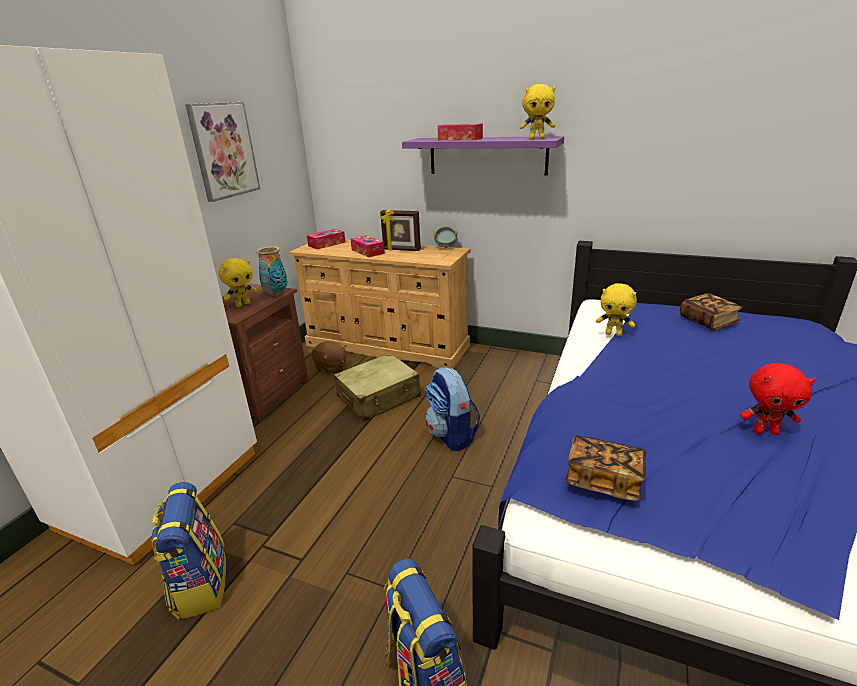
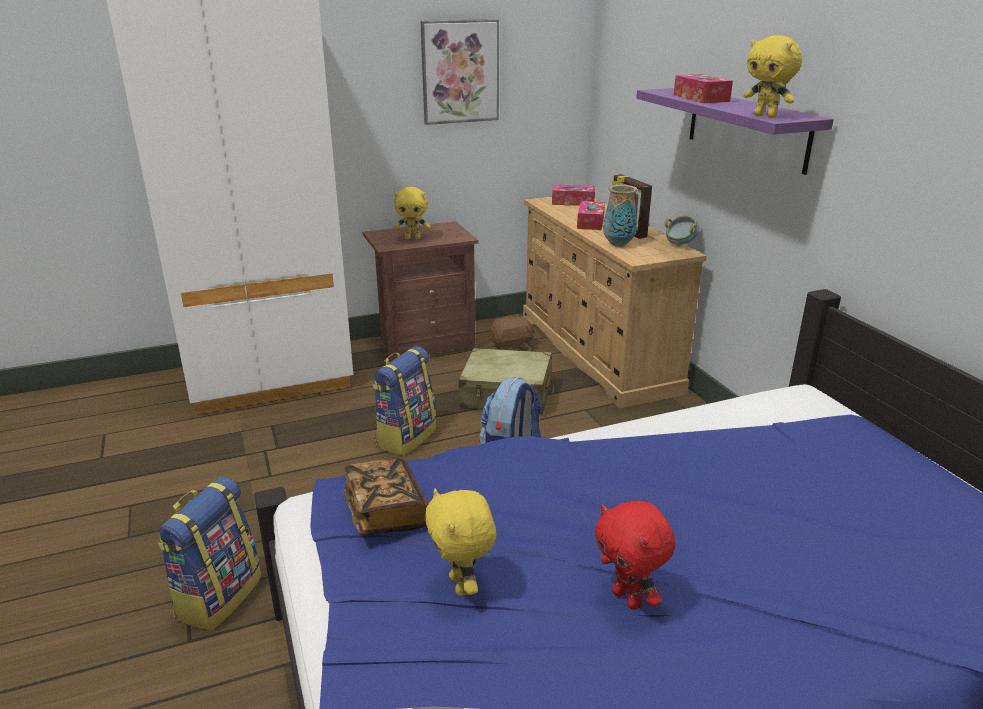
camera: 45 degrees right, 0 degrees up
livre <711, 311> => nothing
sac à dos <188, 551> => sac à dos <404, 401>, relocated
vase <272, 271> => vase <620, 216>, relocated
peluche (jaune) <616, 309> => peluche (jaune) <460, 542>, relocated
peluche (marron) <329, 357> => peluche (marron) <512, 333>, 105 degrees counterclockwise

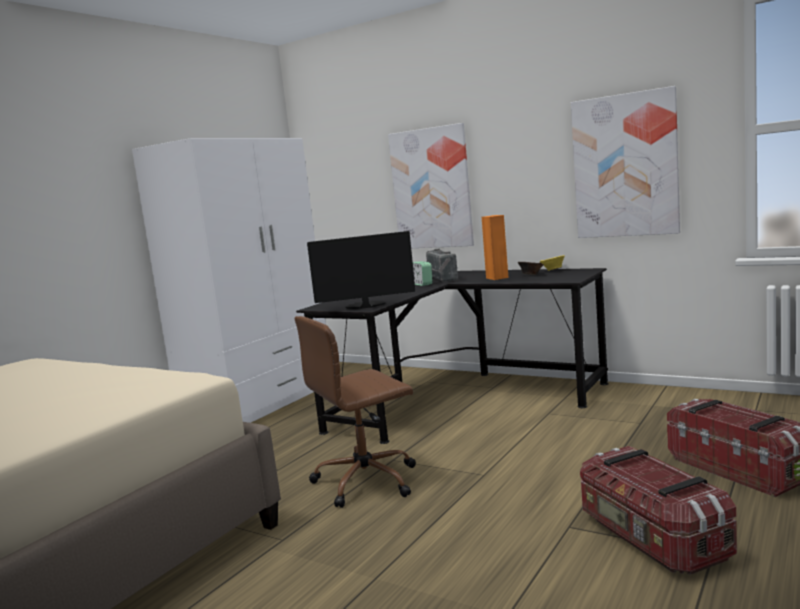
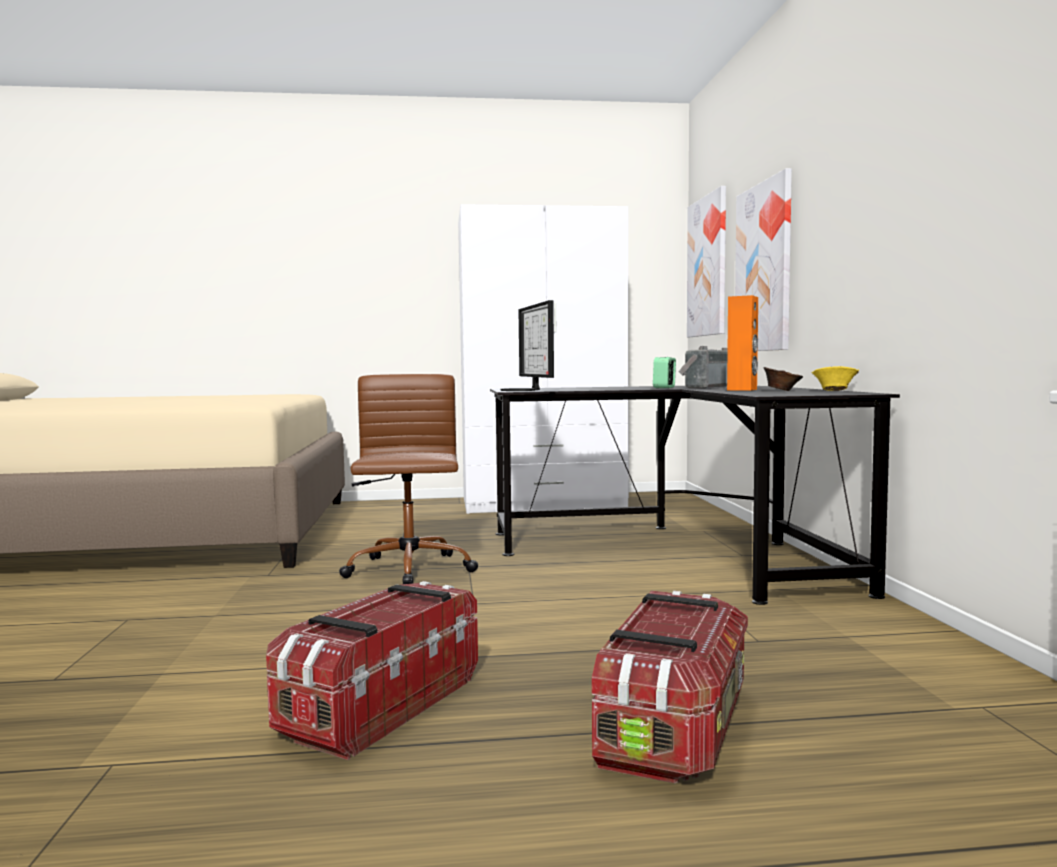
camera: 50 degrees right, 5 degrees down
tableau <625, 162> => tableau <706, 261>, relocated
chaise de bureau (marron) <355, 412> => chaise de bureau (marron) <408, 479>, 60 degrees clockwise
écran d'ordinateur <361, 270> => écran d'ordinateur <527, 345>, 150 degrees counterclockwise

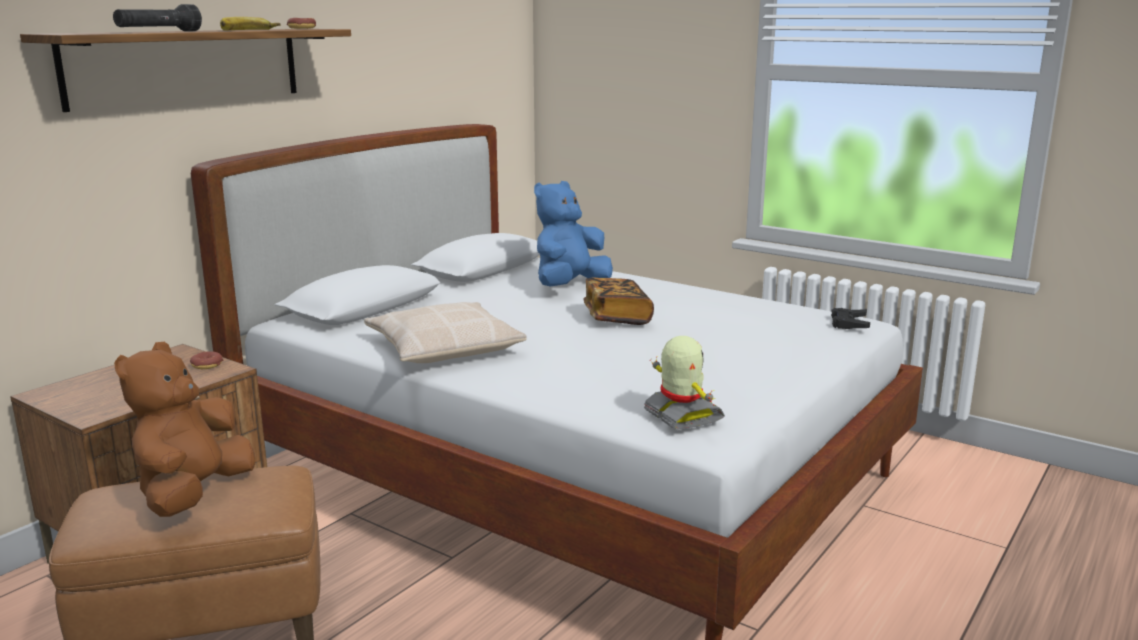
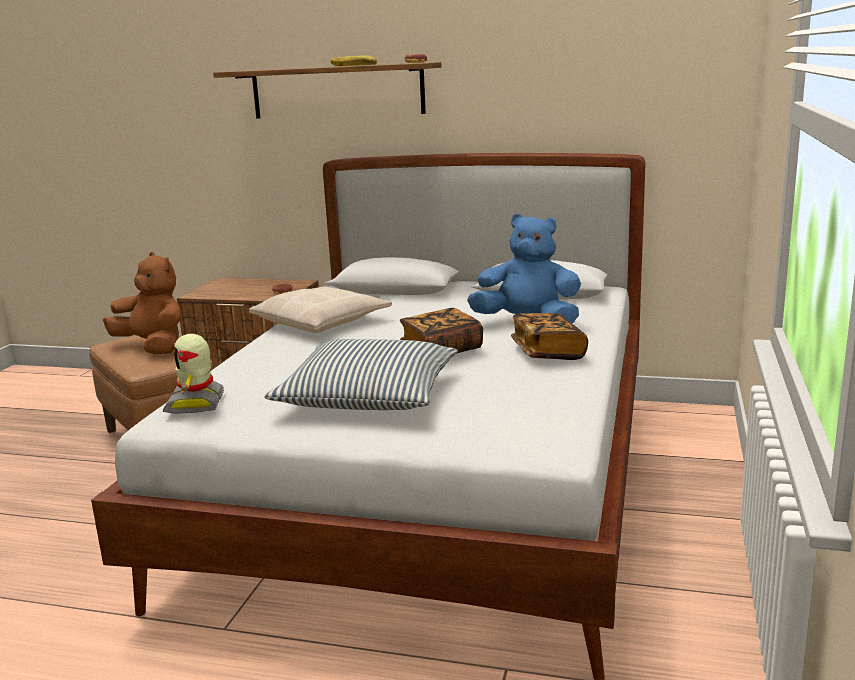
camera: 70 degrees right, 0 degrees up
lampe de poche (noir) <157, 17> => nothing
manette (noir) <850, 318> => nothing
nothing => coussin <361, 374>
nothing => livre <549, 336>
peluche (marron) <184, 429> => peluche (marron) <142, 303>, 45 degrees clockwise
robot jouet <684, 383> => robot jouet <193, 374>, 135 degrees clockwise

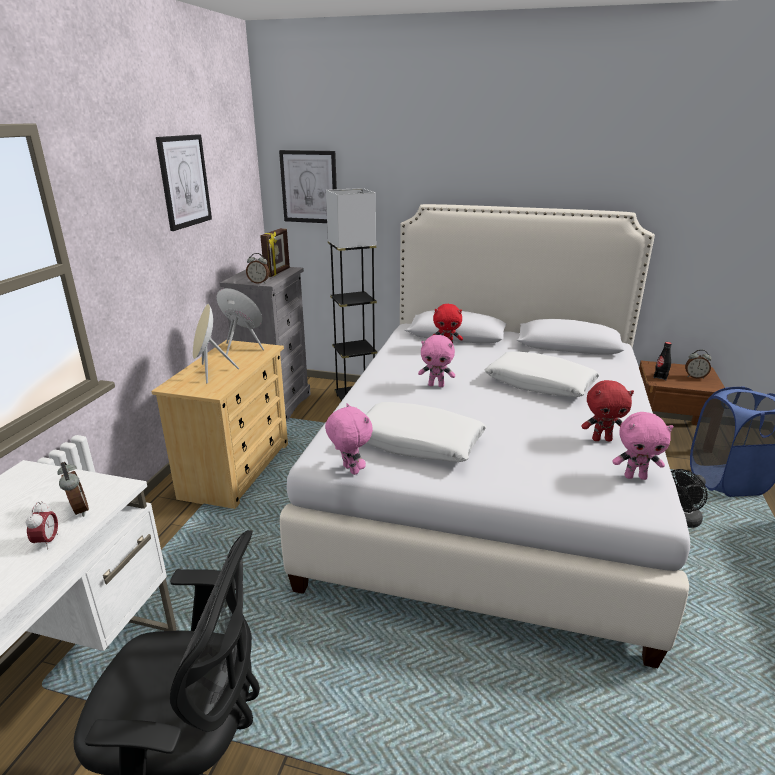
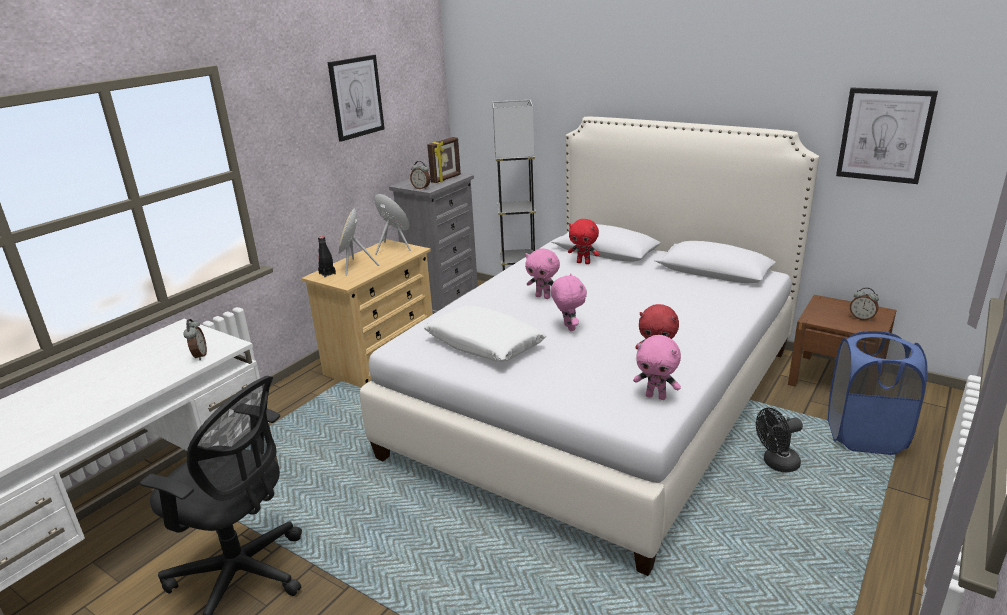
camera: 20 degrees right, 0 degrees up
réveil <42, 525> => nothing
coussin (blanc) <542, 374> => nothing
tableau <308, 186> => tableau <887, 135>, relocated
peluche (rose) <349, 439> => peluche (rose) <569, 302>, relocated
bouteille (noir) <662, 361> => bouteille (noir) <327, 256>, relocated

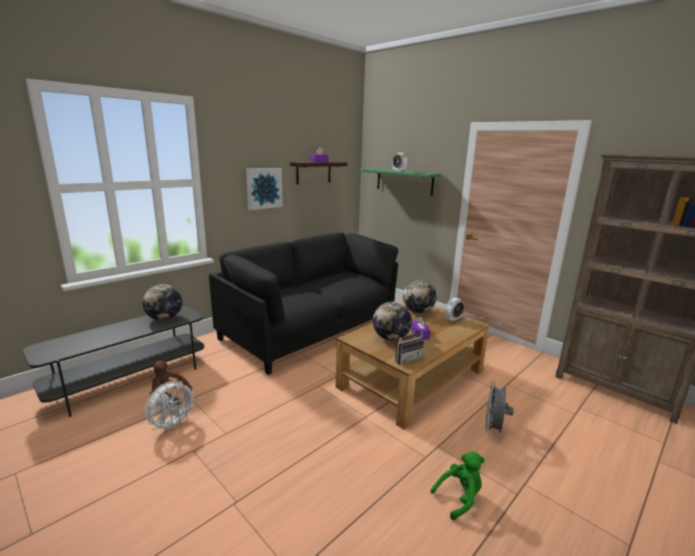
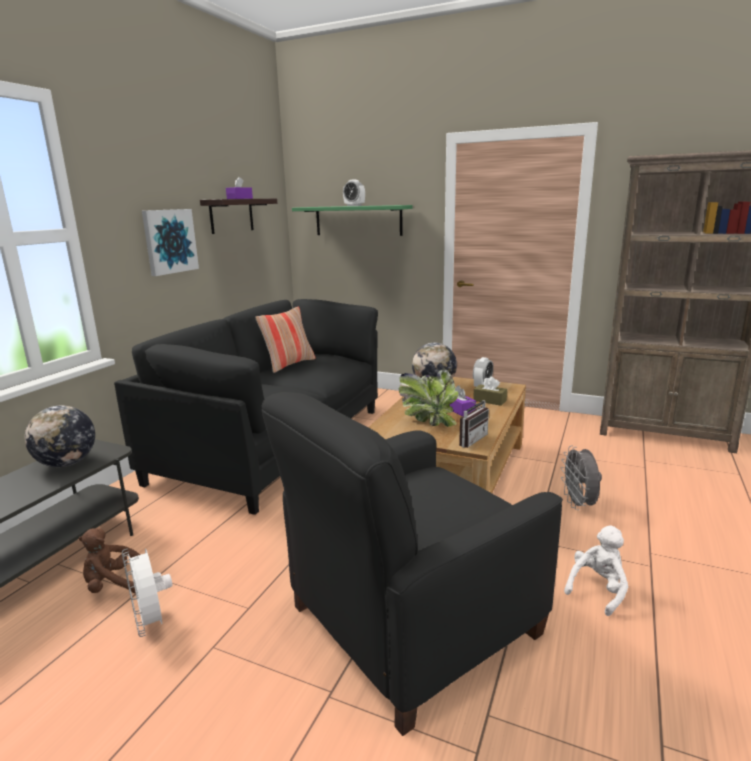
camera: 20 degrees left, 0 degrees up
nothing => coussin <285, 340>
nothing => fauteuil (noir) <412, 564>
nothing => boîte à mouchoirs (marron) <490, 391>
globe <392, 321> => plante en pot <429, 398>
peluche (vert) <458, 486> => peluche (blanc) <596, 570>
ventilateur (blanc) <171, 407> => ventilateur (blanc) <147, 592>, 135 degrees clockwise

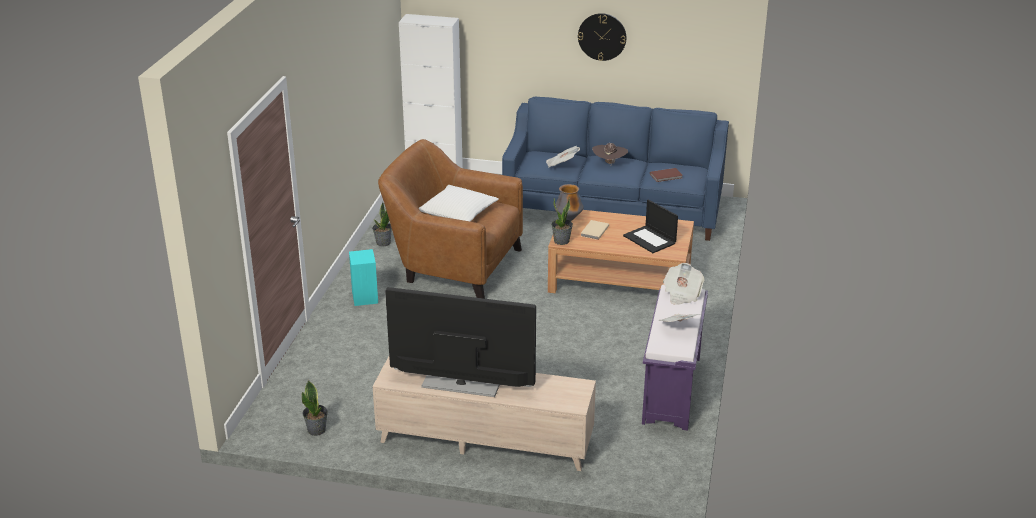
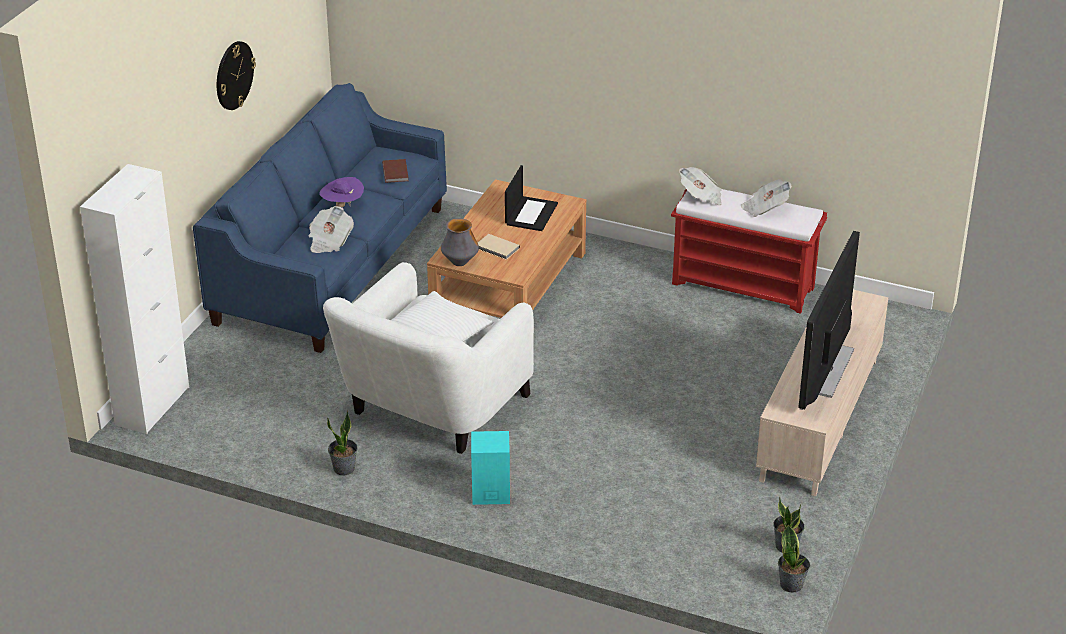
camera: 80 degrees left, 5 degrees up
plante en pot <562, 220> => plante en pot <794, 559>, relocated
fauteuil (marron) <450, 219> => fauteuil (blanc) <428, 358>
chapeau (marron) <610, 154> => chapeau (violet) <341, 192>
banc (violet) <675, 358> => banc (rouge) <749, 251>
ordinateur portable <650, 226> => ordinateur portable <531, 198>, 45 degrees counterclockwise

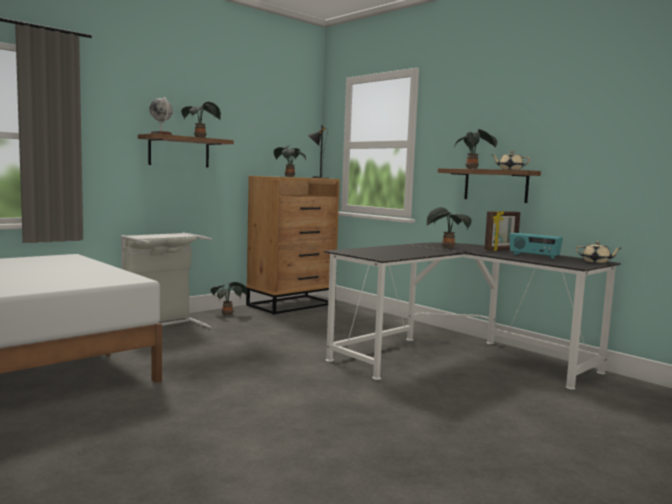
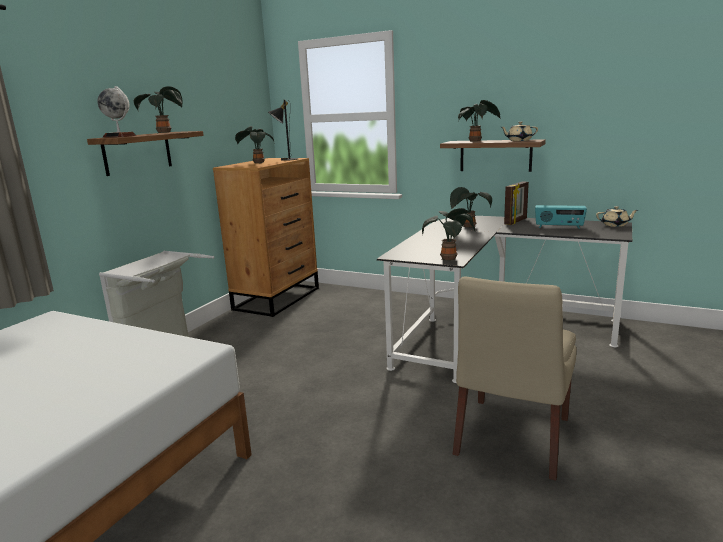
camera: 20 degrees left, 10 degrees up
nothing => chaise (beige) <515, 378>
plante en pot <229, 298> => plante en pot <448, 234>, relocated

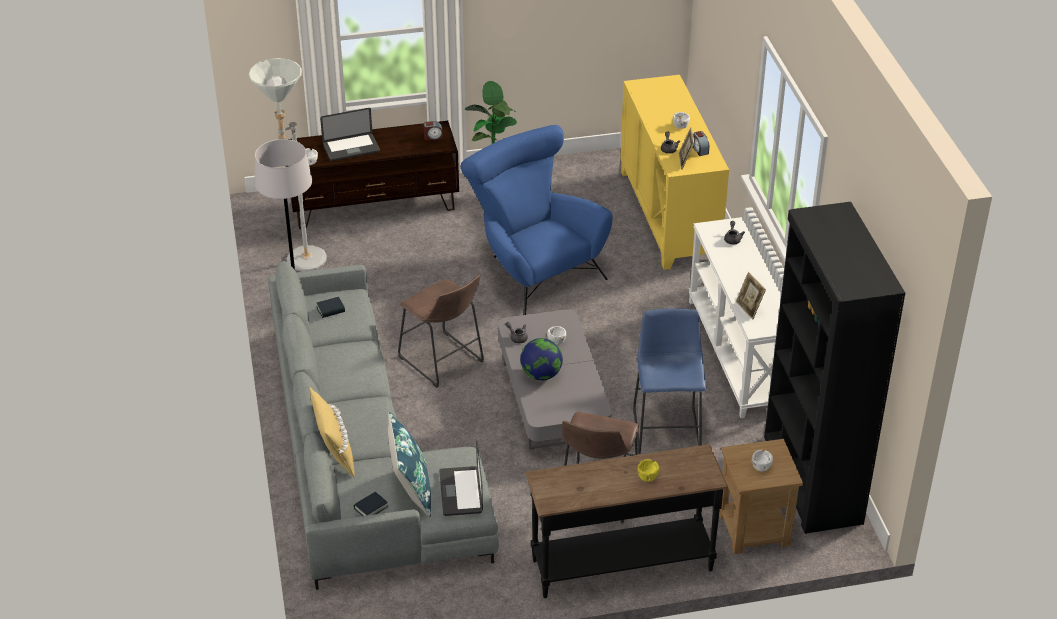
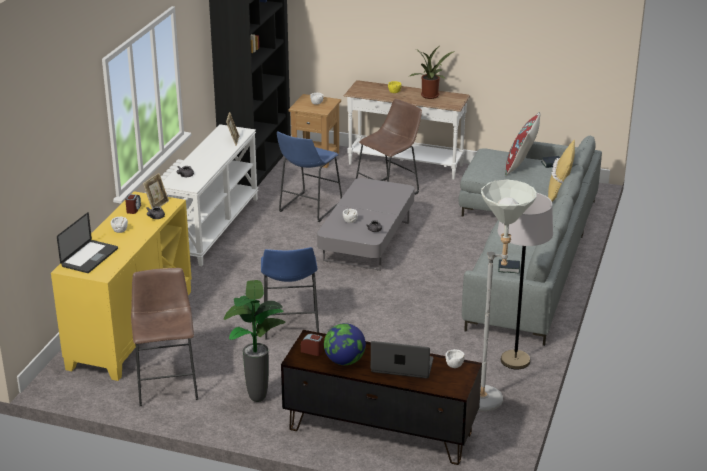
camera: 150 degrees left, 10 degrees down
nothing => plante en pot <432, 73>
tabouret (marron) <441, 331> => tabouret (marron) <164, 337>, relocated
ordinateur portable <461, 477> => ordinateur portable <87, 242>, relocated
globe <541, 359> => globe <345, 344>, relocated
fauteuil (bleu) <537, 220> => tabouret (bleu) <290, 293>
coussin (bleu) <409, 464> => coussin (rouge) <523, 144>
table console (noir) <626, 521> => table console (blanc) <407, 130>

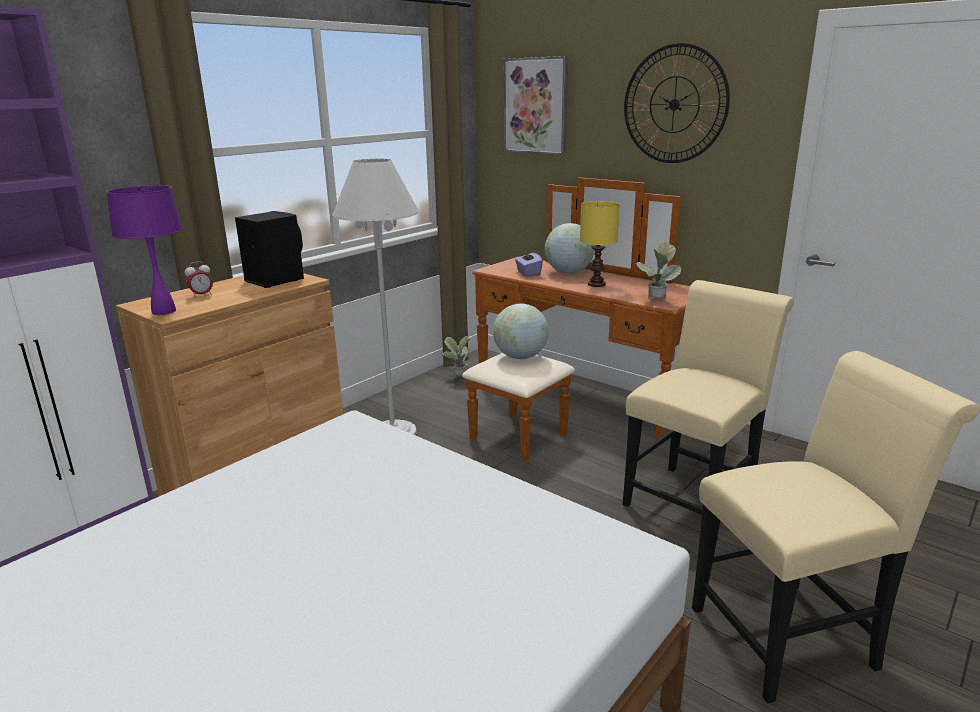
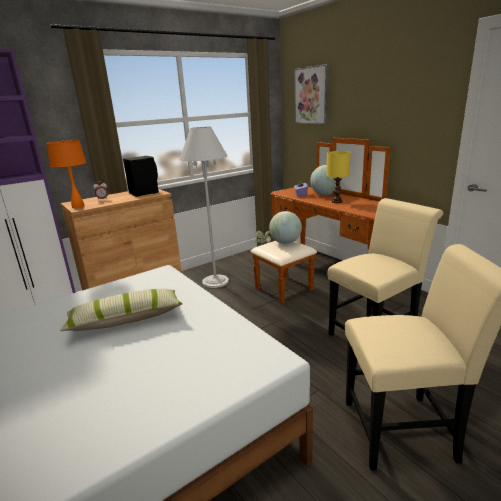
camera: 15 degrees right, 0 degrees up
horloge murale <677, 103> => nothing
plante en pot <658, 271> => nothing
nothing => coussin <121, 310>
lampe de table (violet) <144, 250> => lampe de table (orange) <66, 174>

